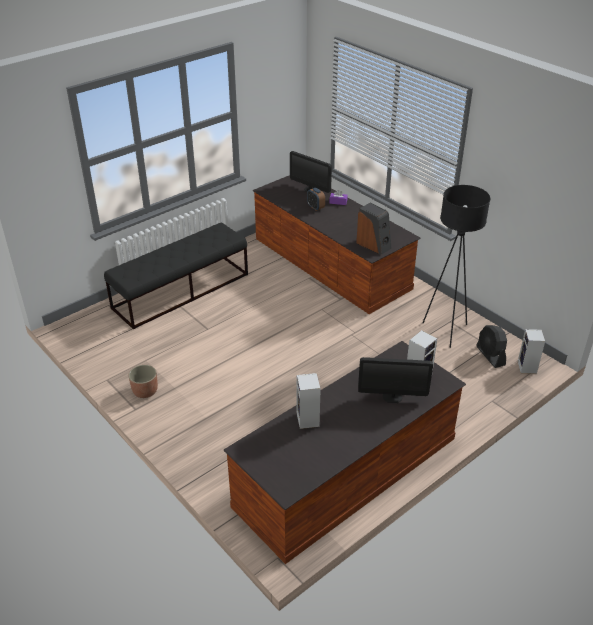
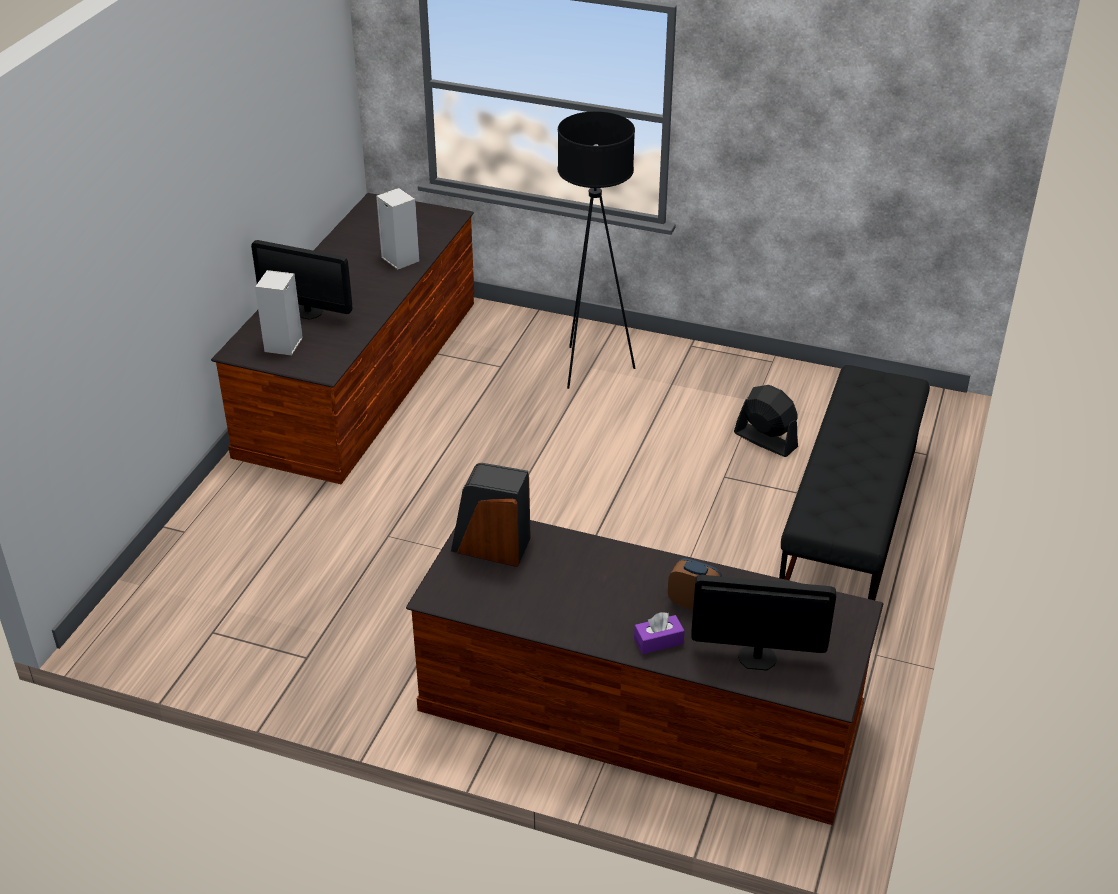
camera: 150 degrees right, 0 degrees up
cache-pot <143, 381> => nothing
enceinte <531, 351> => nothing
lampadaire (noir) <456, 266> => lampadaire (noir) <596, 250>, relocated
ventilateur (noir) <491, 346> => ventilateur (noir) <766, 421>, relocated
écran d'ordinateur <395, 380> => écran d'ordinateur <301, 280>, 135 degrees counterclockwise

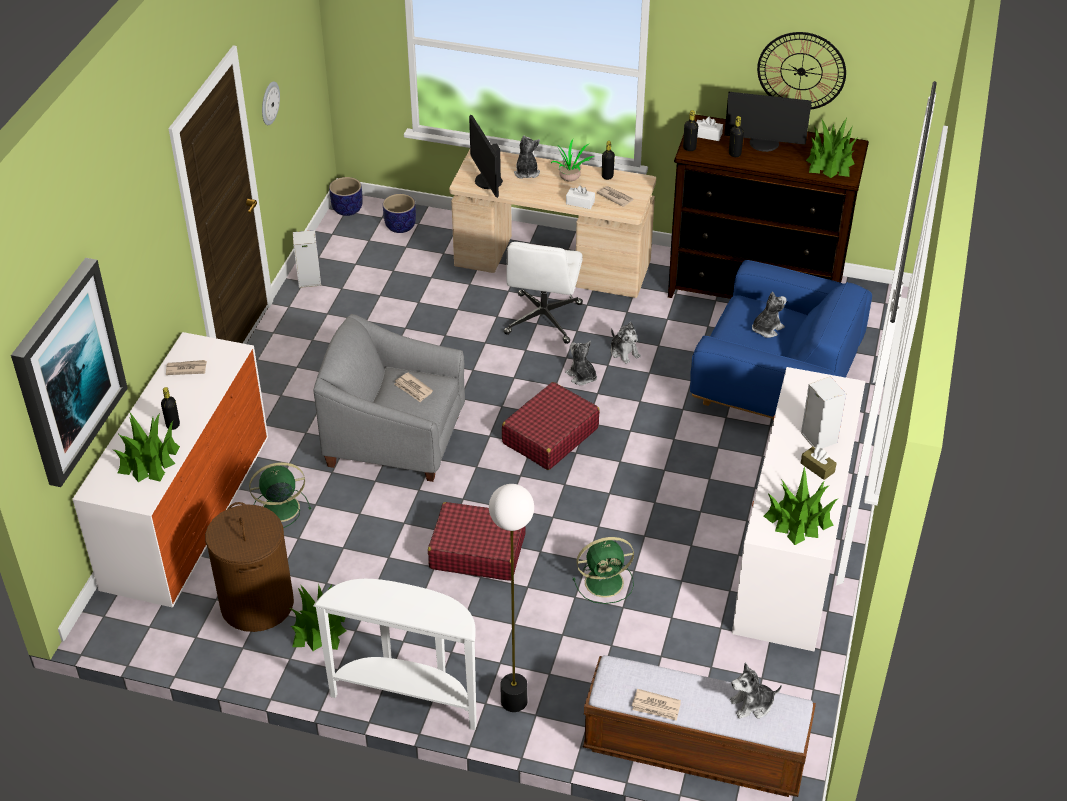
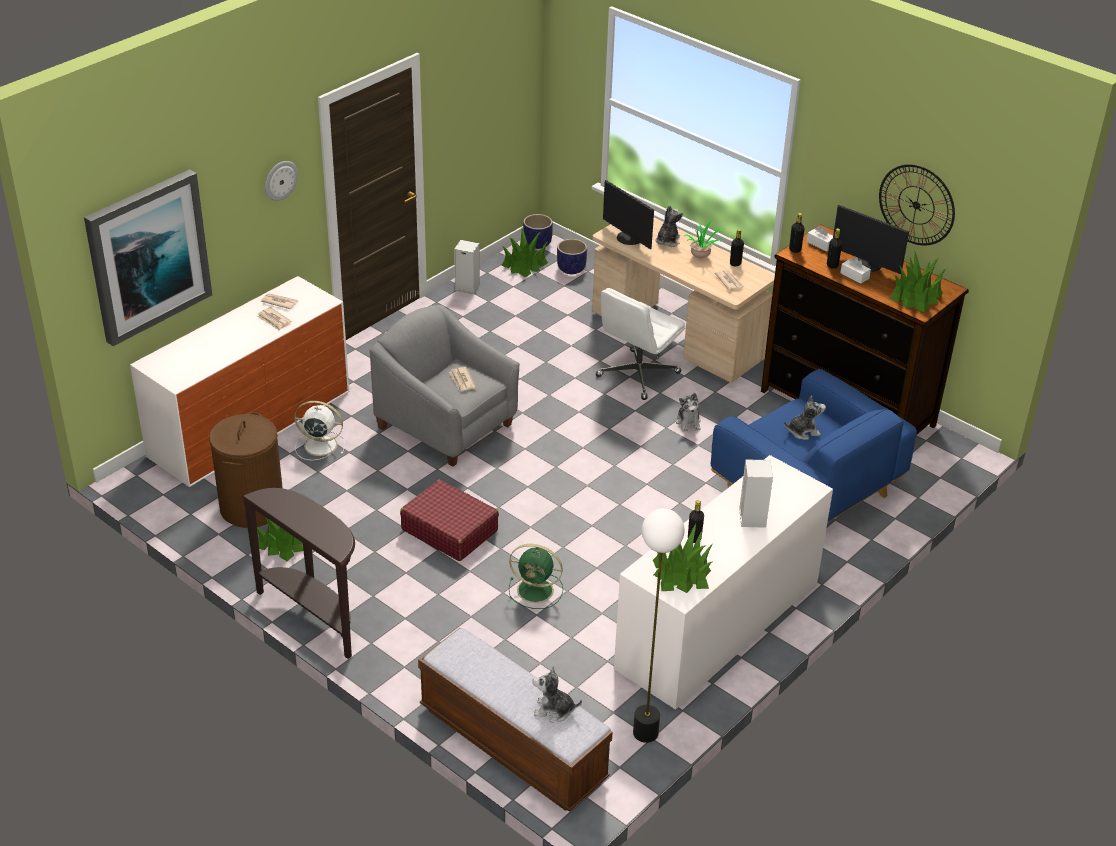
camera: 25 degrees right, 5 degrees down
valise (rouge) <551, 426> => nothing
peluche <581, 363> => nothing
boîte à mouchoirs (marron) <819, 463> => nothing
plante en pot <147, 447> => plante en pot <525, 252>, relocated
bouteille (noir) <170, 408> => bouteille (noir) <696, 521>, relocated
horloge murale <271, 103> => horloge murale <281, 181>, relocated
lampadaire <511, 598> => lampadaire <658, 625>, relocated
boîte à mouchoirs (blanc) <580, 197> => boîte à mouchoirs (blanc) <855, 270>, relocated
journal <656, 705> => journal <274, 319>, relocated
ventilateur (vert) <280, 495> => ventilateur (blanc) <319, 430>
table console (blanc) <395, 654> => table console (marron) <298, 573>
écran d'ordinateur <486, 156> => écran d'ordinateur <628, 214>, 45 degrees counterclockwise

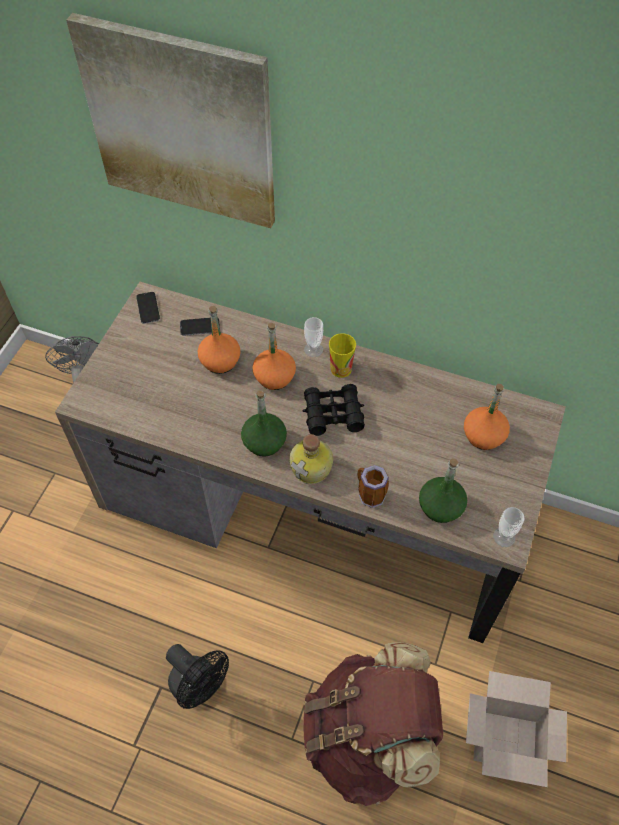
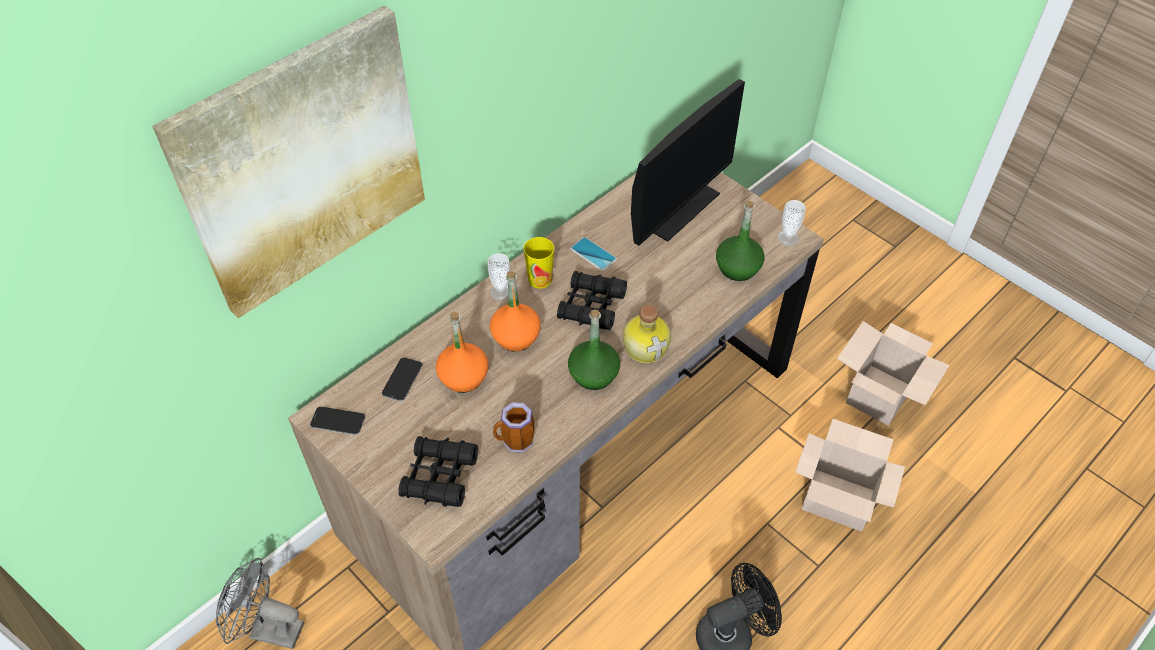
camera: 65 degrees left, 5 degrees down
nothing => jumelles (noir) <438, 471>
nothing => téléphone <593, 254>
mug <373, 486> => mug <513, 427>, relocated
sac à dos (marron) <373, 724> => carton <850, 475>
bouteille (orange) <487, 417> => écran d'ordinateur <688, 162>

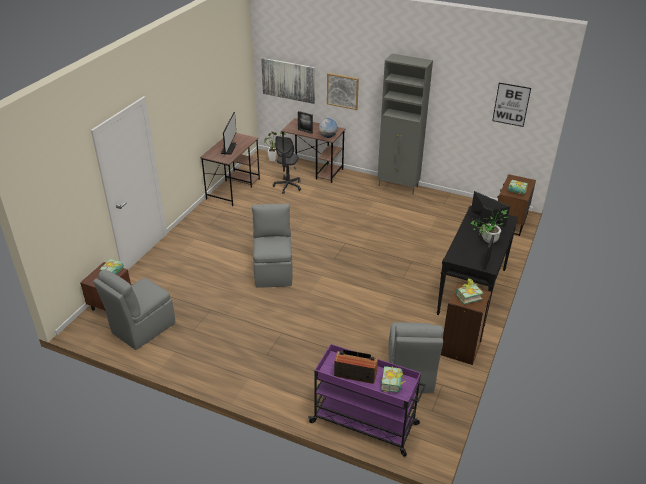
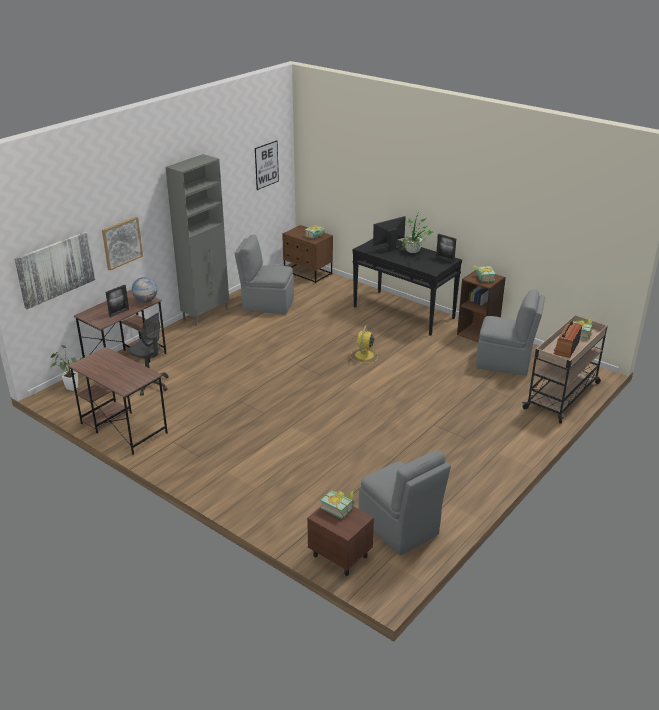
camera: 75 degrees left, 5 degrees down
écran d'ordinateur <229, 133> => nothing
nothing => ventilateur (jaune) <364, 344>
chaise (gris) <272, 246> => chaise (gris) <264, 274>, relocated
chariot (violet) <367, 400> => chariot (beige) <565, 369>

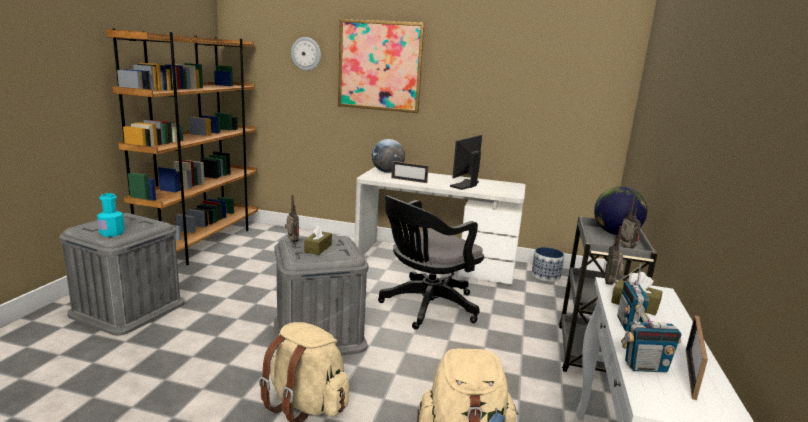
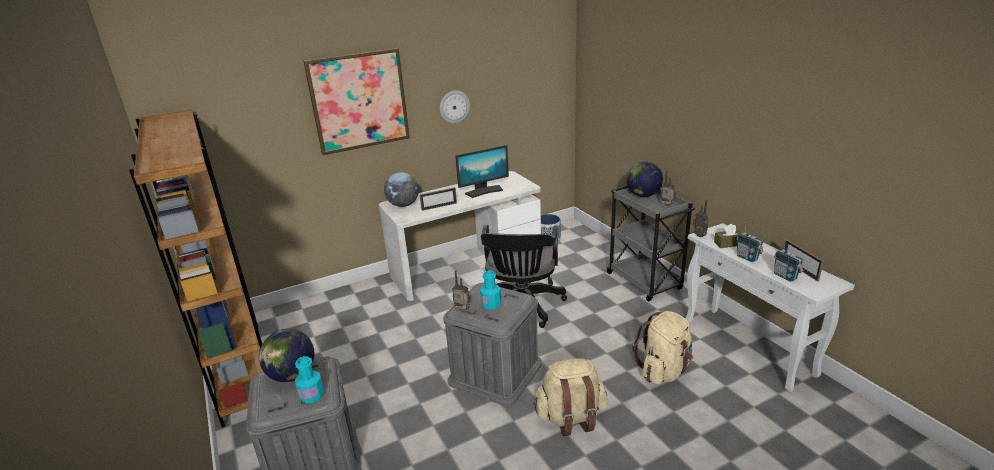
camera: 40 degrees left, 10 degrees up
nothing => globe <286, 355>
horloge murale <306, 54> => horloge murale <455, 107>, relocated
boîte à mouchoirs (marron) <318, 239> => bouteille (turquoise) <490, 290>
écran d'ordinateur <466, 162> => écran d'ordinateur <482, 171>, 105 degrees counterclockwise
radio <651, 336> => radio <788, 260>, 105 degrees clockwise

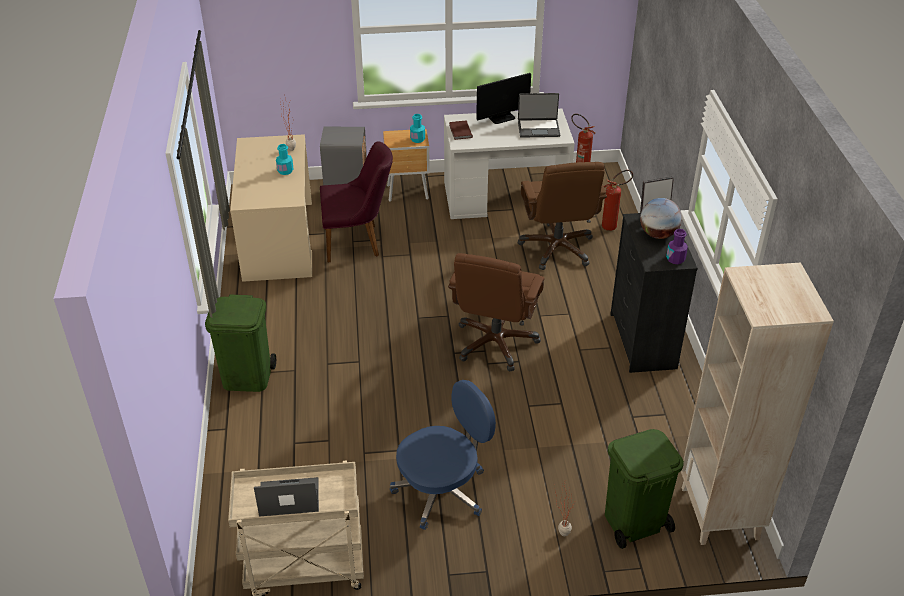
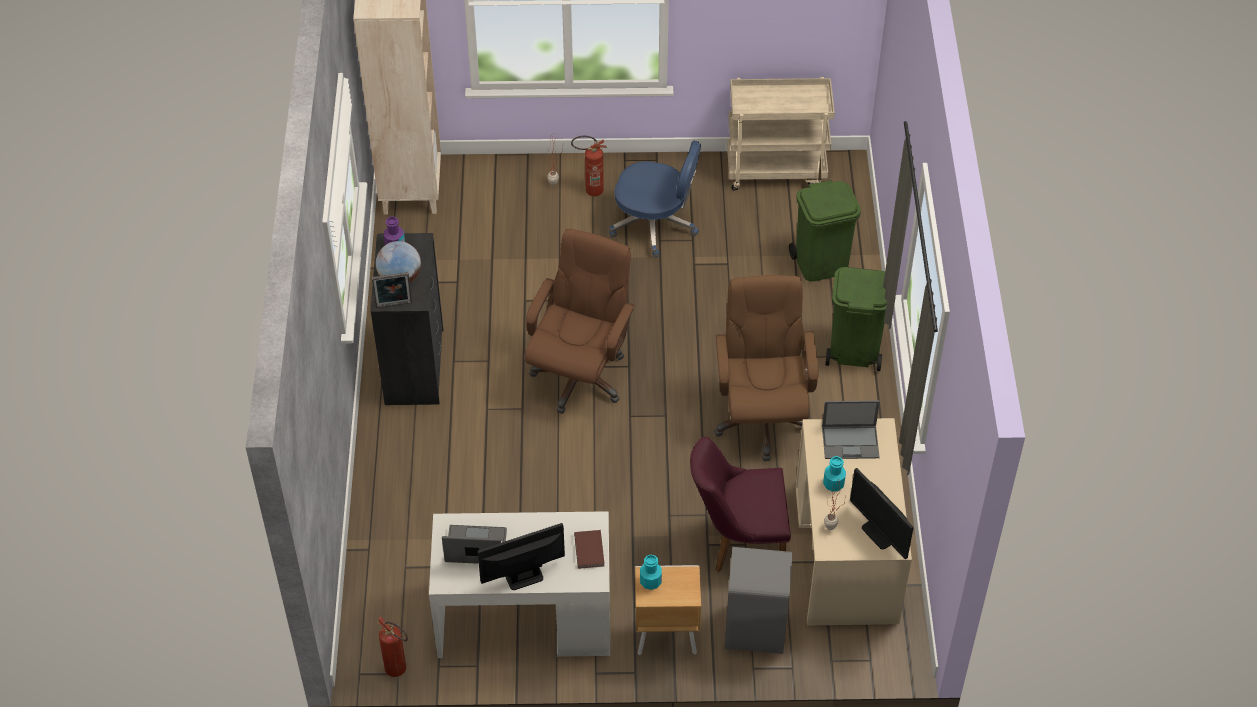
camera: 175 degrees left, 10 degrees up
nothing => écran d'ordinateur <881, 513>
ordinateur portable <286, 497> => ordinateur portable <851, 429>, relocated
chaise de bureau (marron) <562, 216> => chaise de bureau (marron) <766, 368>, relocated
extincteur <617, 200> => extincteur <589, 166>, relocated
poubelle (vert) <644, 489> => poubelle (vert) <825, 231>, relocated
chaise de bureau (bleu) <443, 455> => chaise de bureau (bleu) <655, 199>, 135 degrees counterclockwise

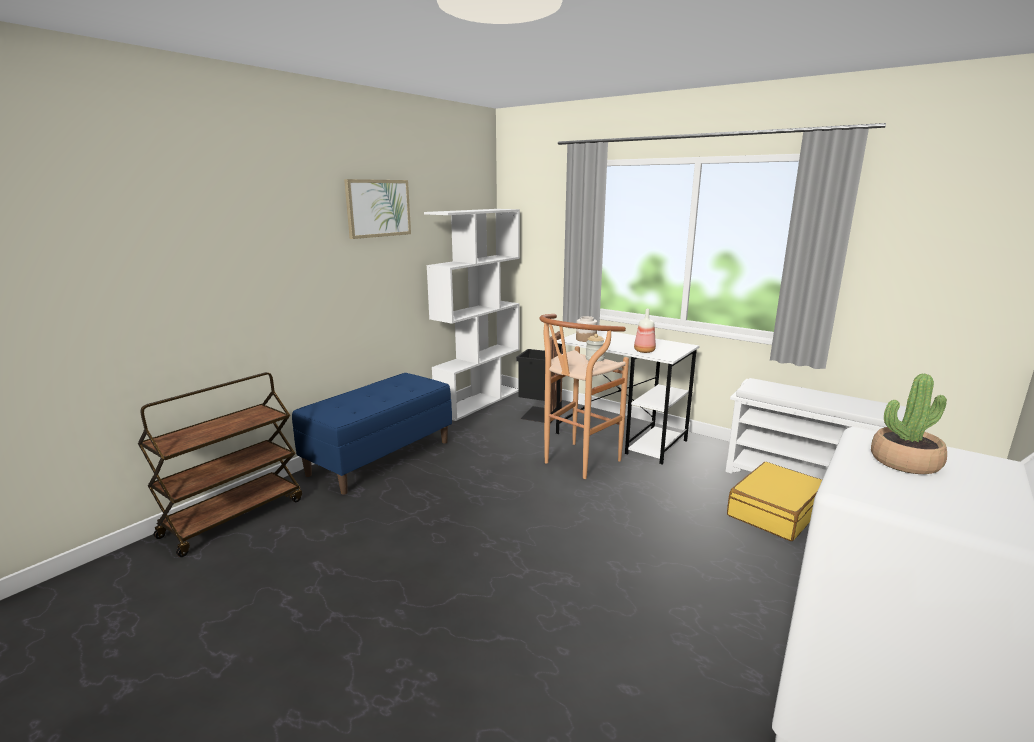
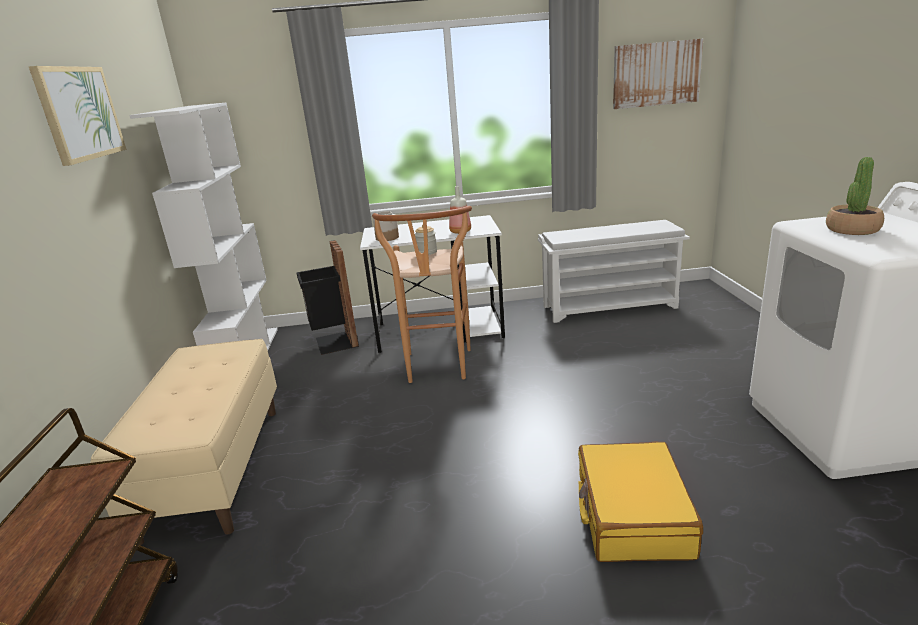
camera: 40 degrees left, 5 degrees up
nothing => tableau <658, 74>
valise (jaune) <774, 501> => valise (jaune) <640, 502>, relocated
banc (bleu) <372, 434> => banc (beige) <183, 442>

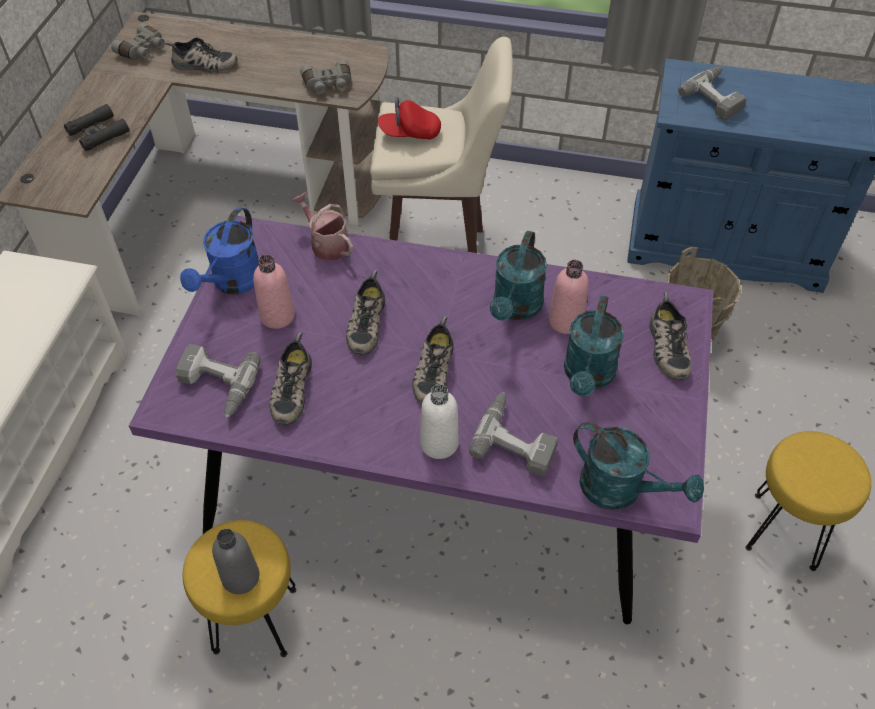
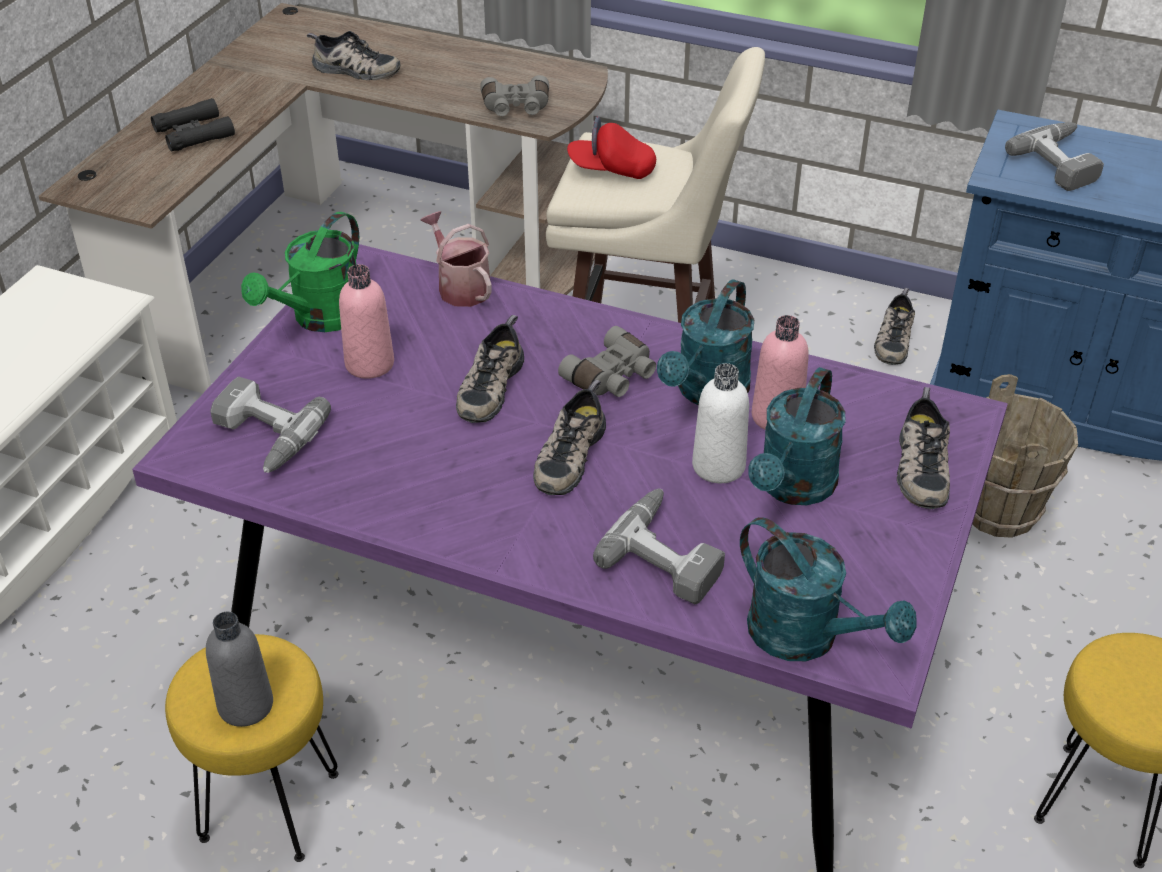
camera: 10 degrees right, 10 degrees down
jumelles (gris) <138, 41> => jumelles (gris) <607, 361>, relocated
chaussure <291, 378> => chaussure <894, 326>, relocated
bouteille (blanc) <439, 421> => bouteille (blanc) <720, 423>, relocated
arrosoir (bleu) <219, 250> => arrosoir (vert) <300, 272>

